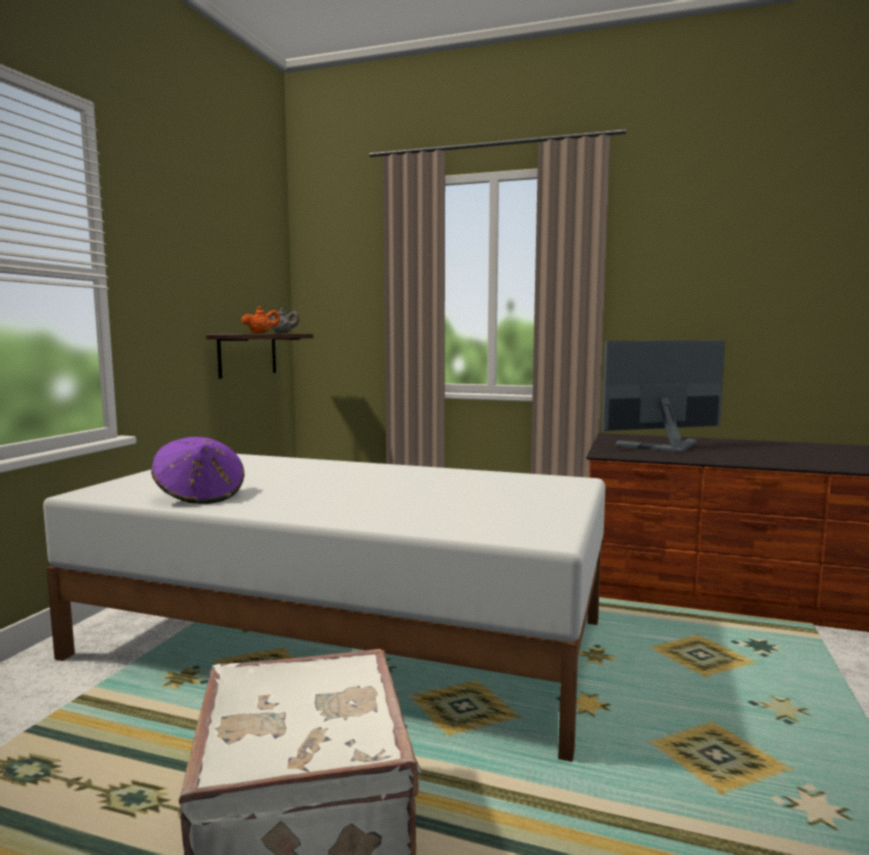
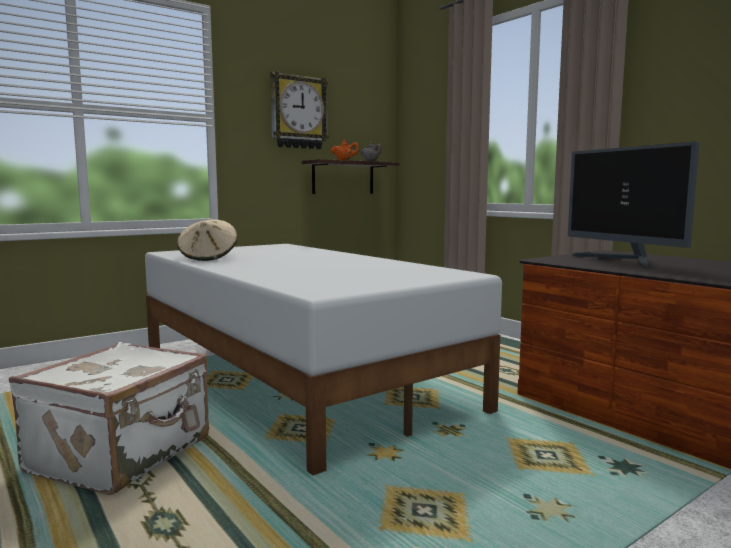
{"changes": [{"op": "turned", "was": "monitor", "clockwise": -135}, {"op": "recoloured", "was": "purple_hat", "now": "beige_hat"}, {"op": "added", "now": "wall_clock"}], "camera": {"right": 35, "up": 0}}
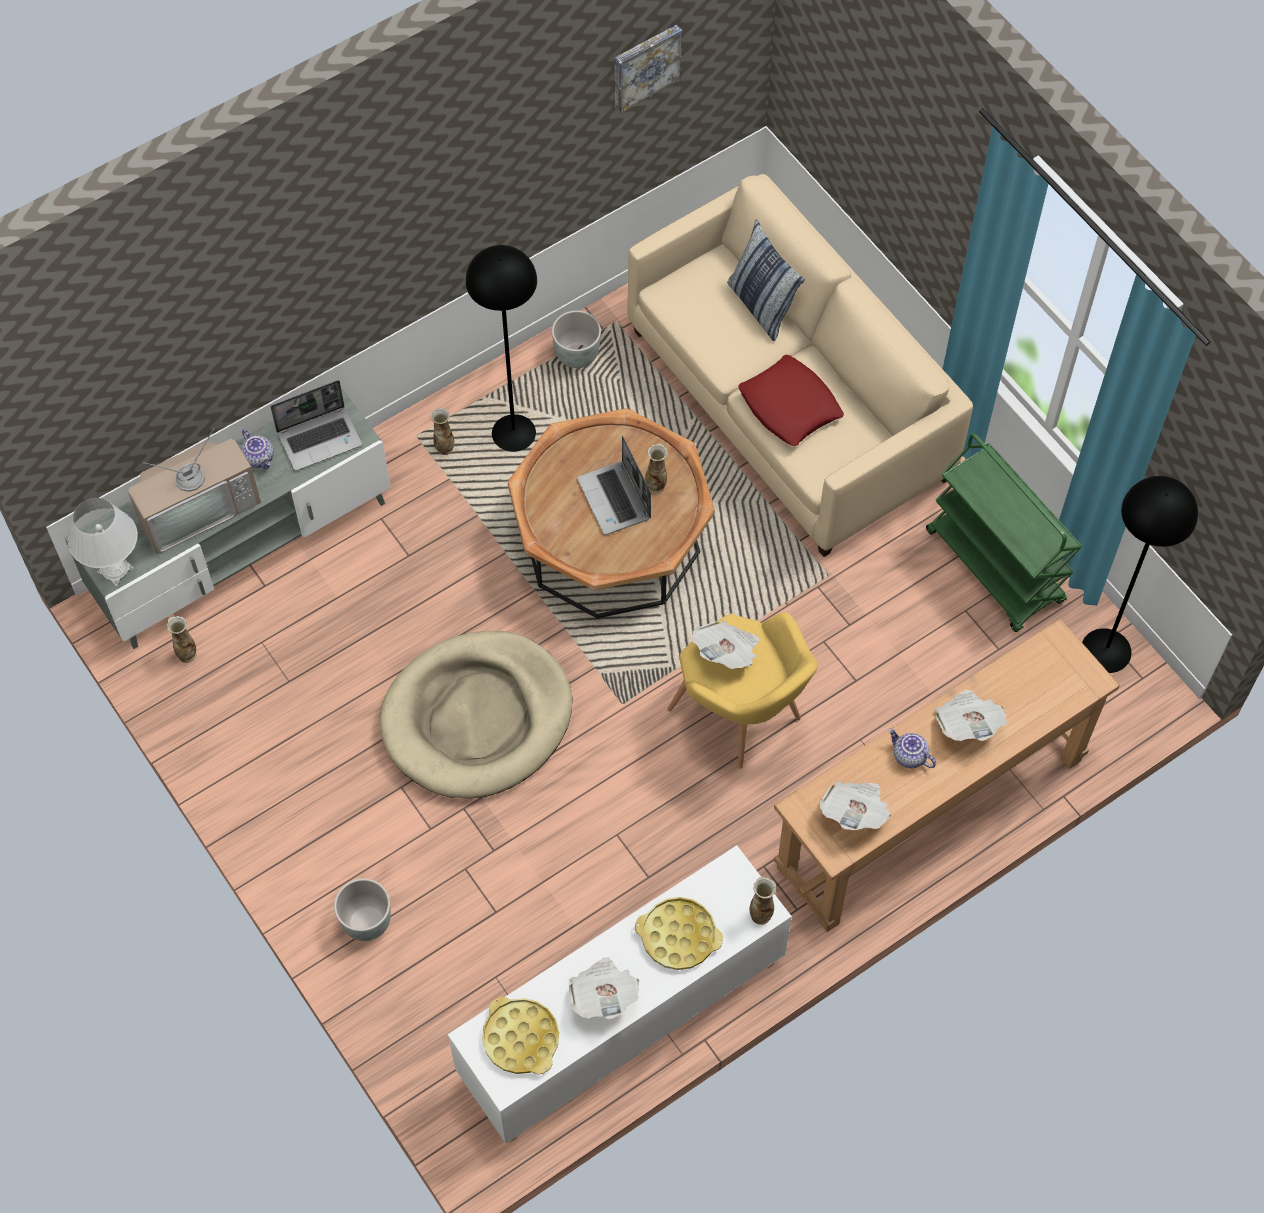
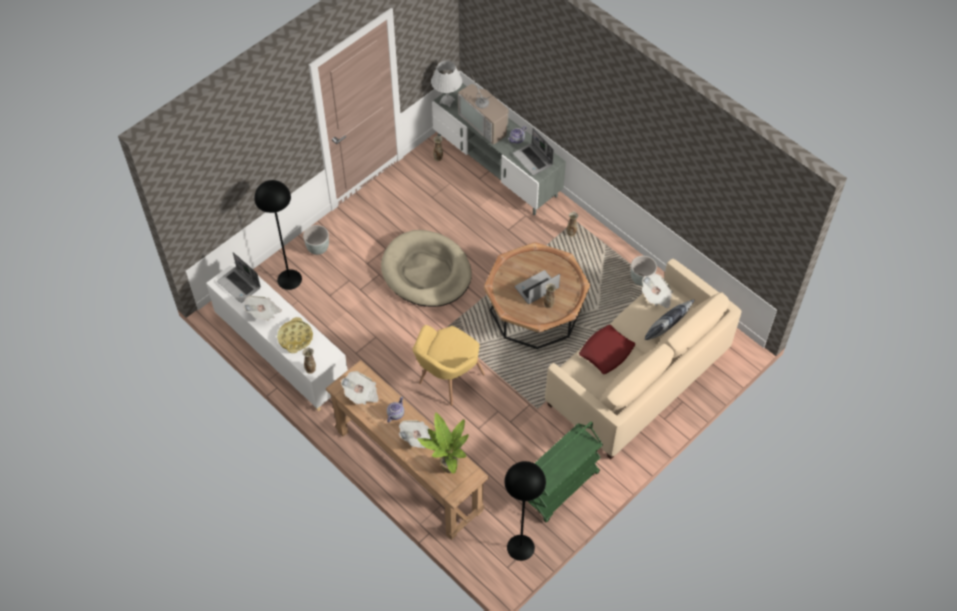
{"changes": [{"op": "removed", "was": "picture"}, {"op": "moved", "was": "black_floor_lamp (1st from left)"}, {"op": "moved", "was": "newspaper (2nd from left in the first image)", "now": "newspaper (4th from left)"}, {"op": "replaced", "was": "yellow_tray (1st from left)", "now": "laptop (1st from left)"}, {"op": "added", "now": "potted_plant"}], "camera": {"right": 80, "up": -5}}
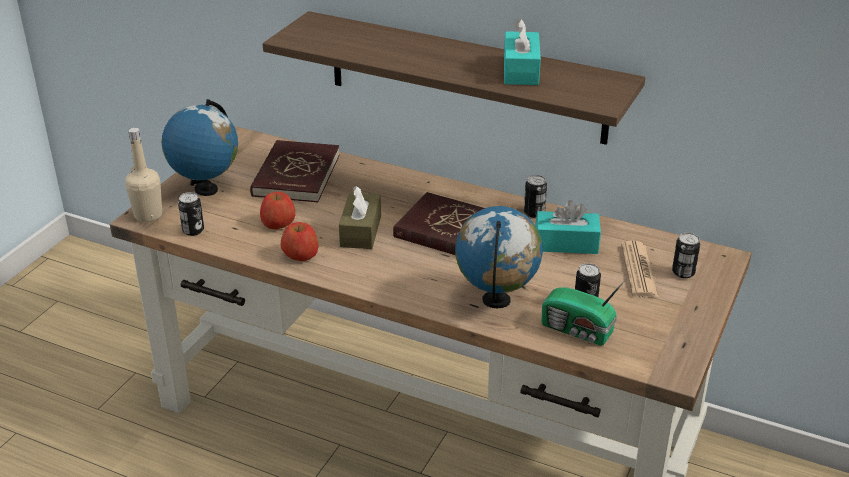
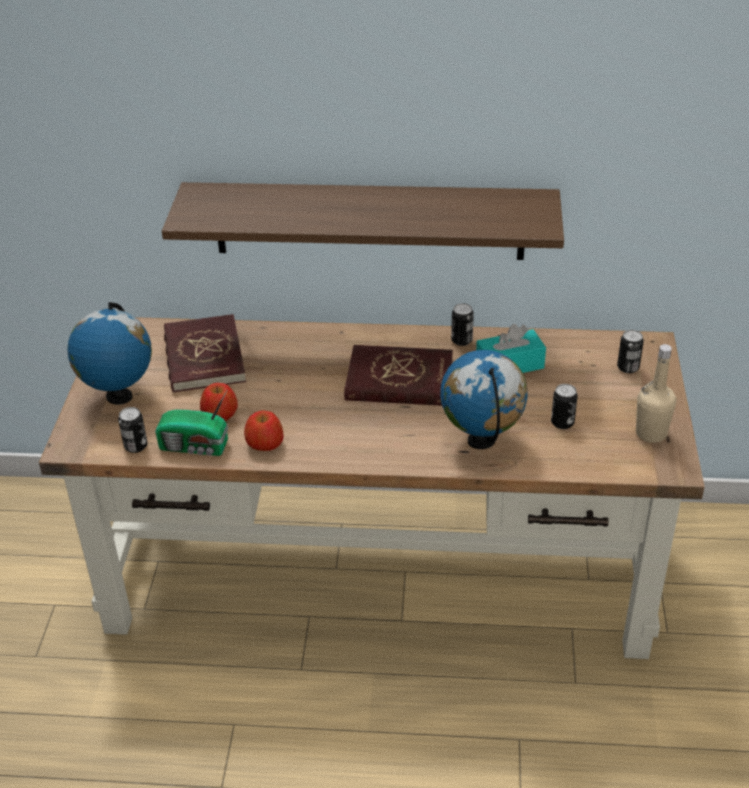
{"changes": [{"op": "removed", "was": "turquoise_tissue_box (1st from left)"}, {"op": "moved", "was": "beige_bottle"}, {"op": "removed", "was": "brown_tissue_box"}, {"op": "removed", "was": "newspaper"}, {"op": "moved", "was": "radio"}], "camera": {"right": -20, "up": 5}}
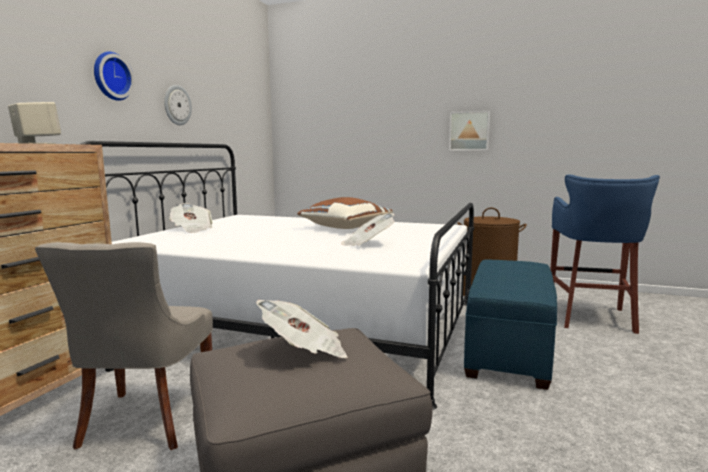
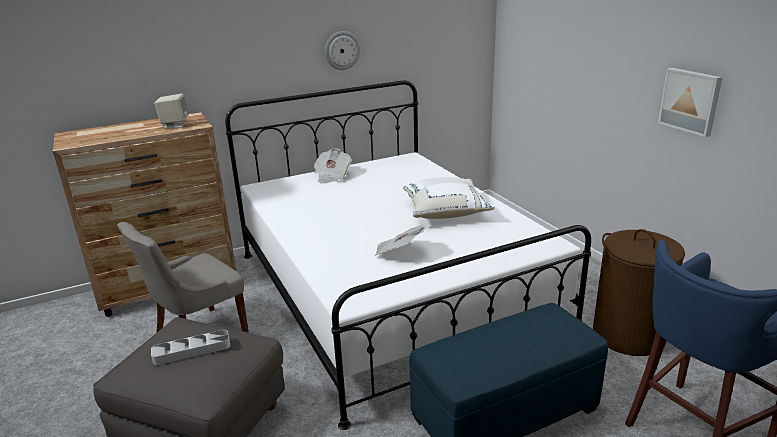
{"changes": [{"op": "removed", "was": "wall_clock (1st from left)"}, {"op": "recoloured", "was": "brown_pillow", "now": "white_pillow"}, {"op": "replaced", "was": "newspaper (2nd from left)", "now": "grey_tray"}], "camera": {"right": 45, "up": 15}}
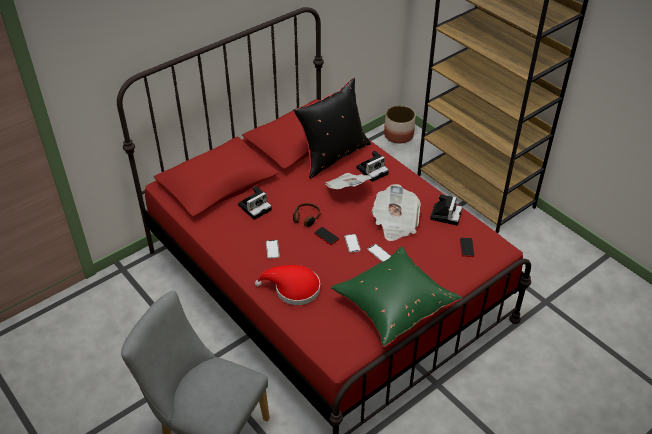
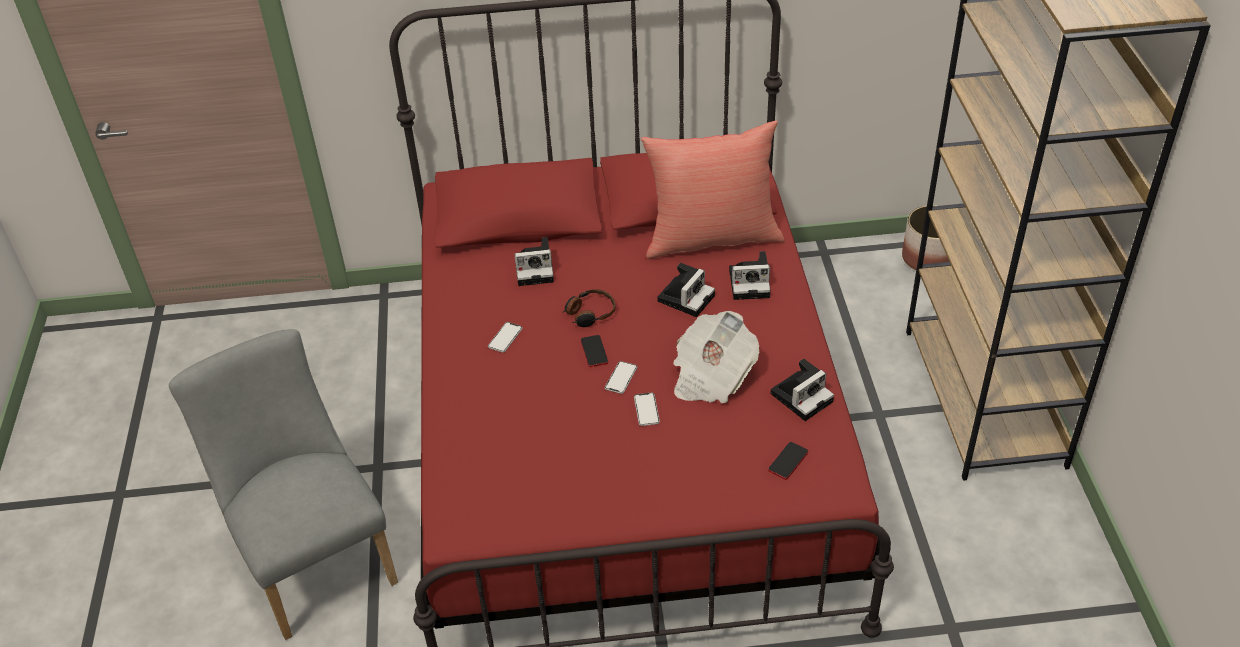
{"changes": [{"op": "recoloured", "was": "black_pillow", "now": "red_pillow"}, {"op": "replaced", "was": "newspaper (1st from left)", "now": "photo_camera (2nd from left)"}, {"op": "removed", "was": "green_pillow"}, {"op": "removed", "was": "red_hat"}], "camera": {"right": 35, "up": 0}}
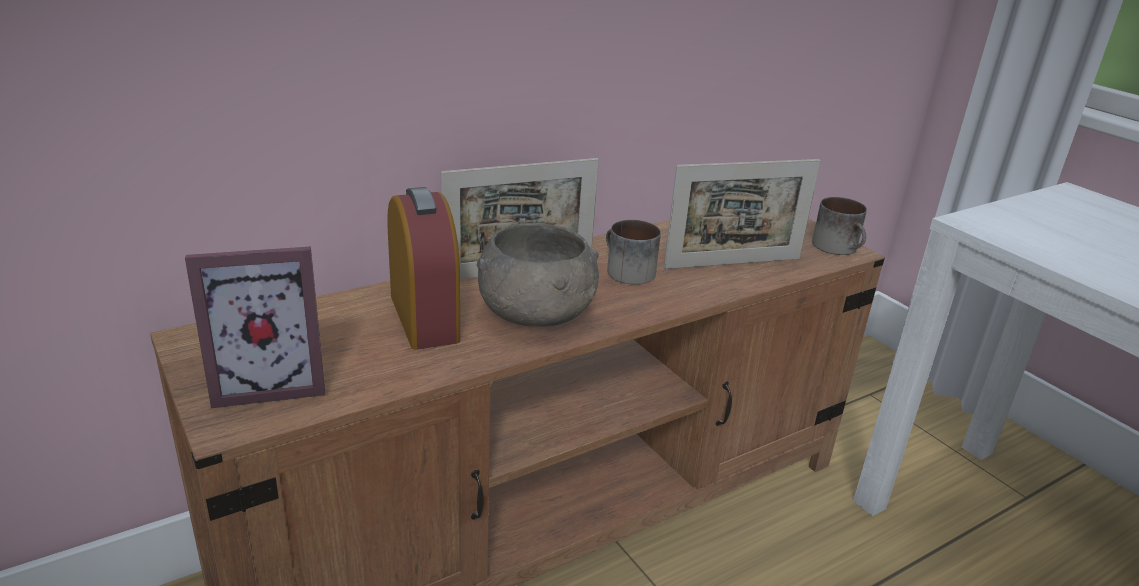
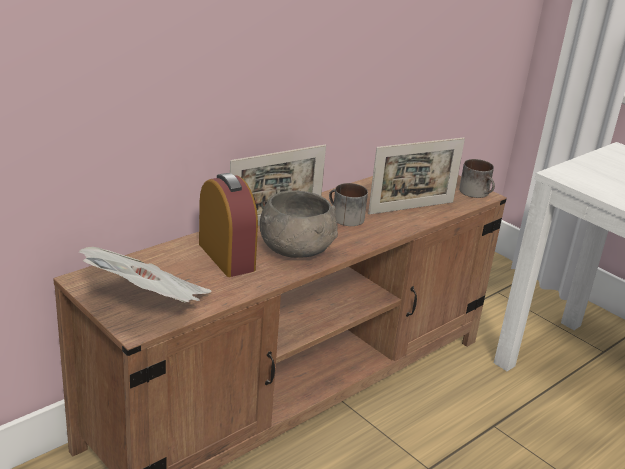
{"changes": [{"op": "replaced", "was": "picture_frame (1st from left)", "now": "newspaper"}], "camera": {"right": -10, "up": 0}}
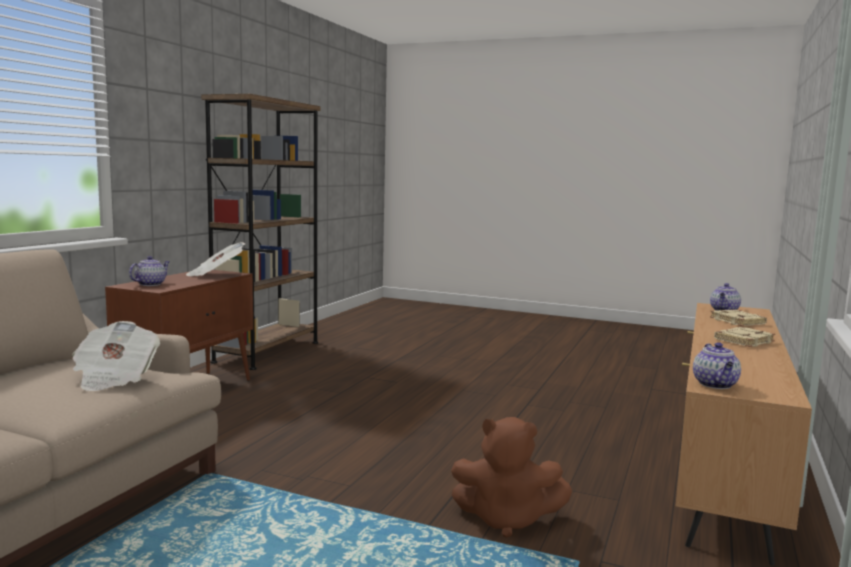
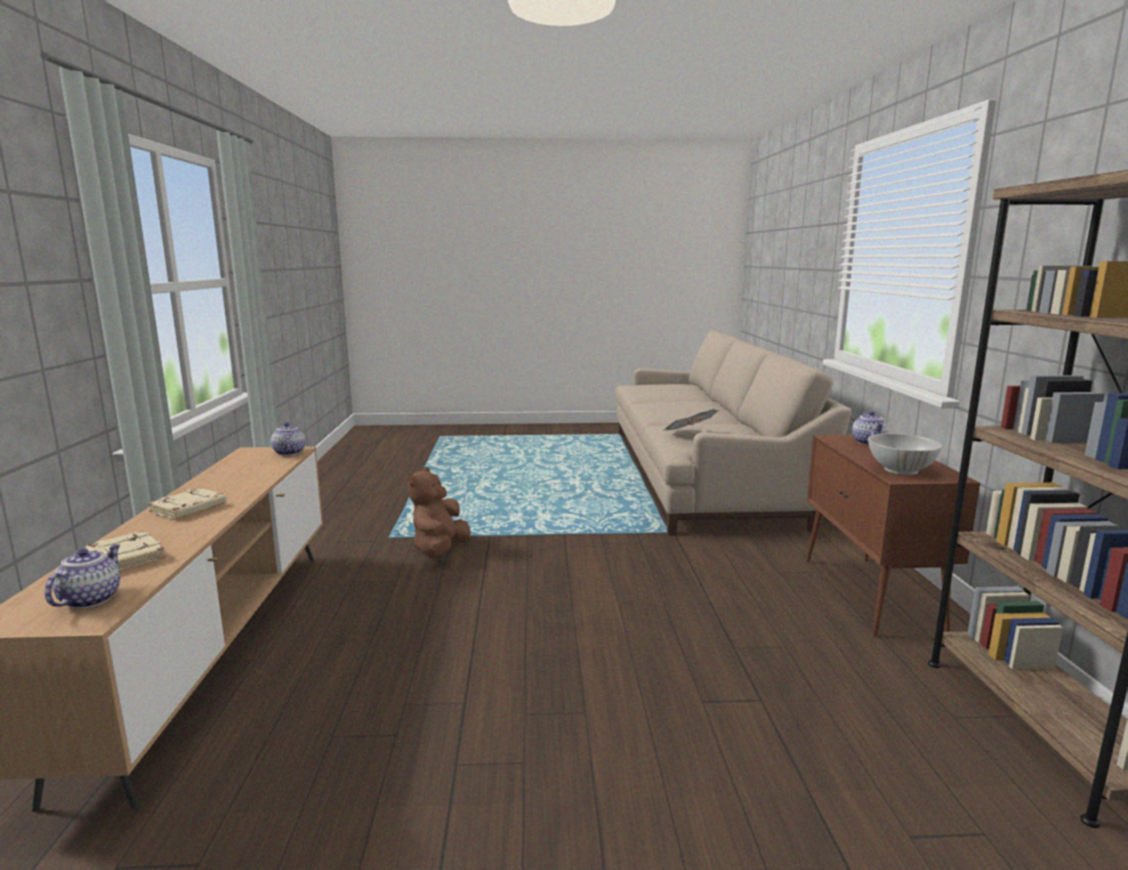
{"changes": [{"op": "replaced", "was": "newspaper (2nd from left)", "now": "white_bowl"}, {"op": "turned", "was": "brown_plush_toy", "clockwise": -60}], "camera": {"right": 155, "up": 5}}
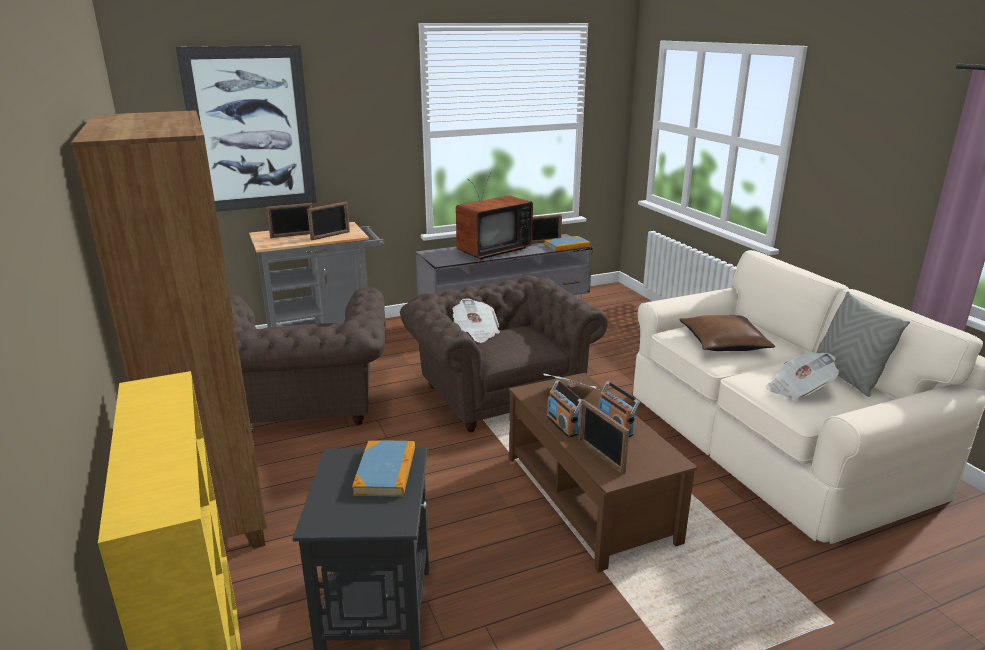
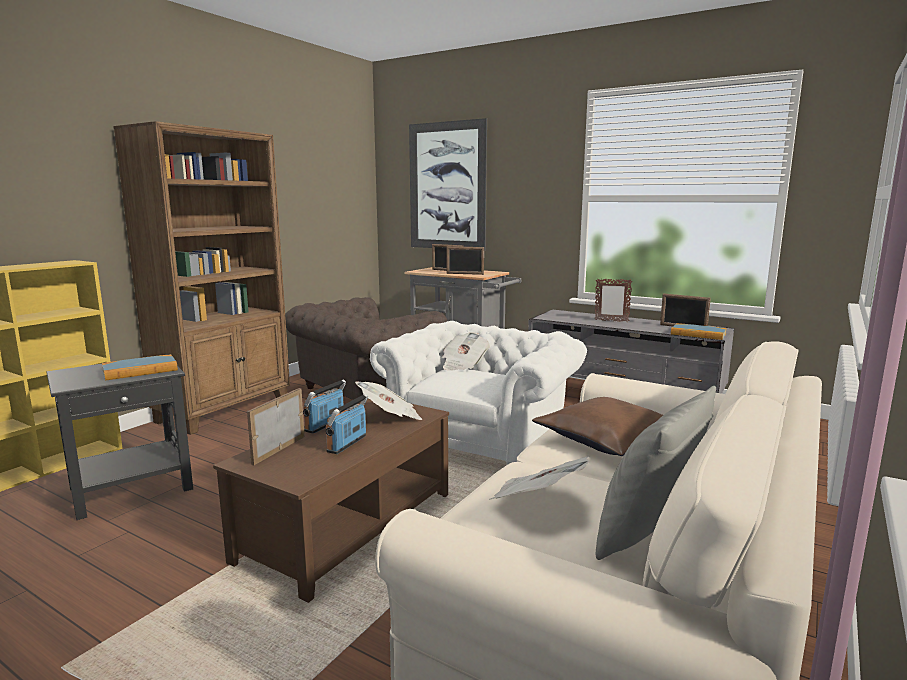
{"changes": [{"op": "replaced", "was": "television", "now": "picture_frame (4th from left)"}, {"op": "recoloured", "was": "brown_armchair (2nd from left)", "now": "white_armchair"}], "camera": {"right": 55, "up": -10}}
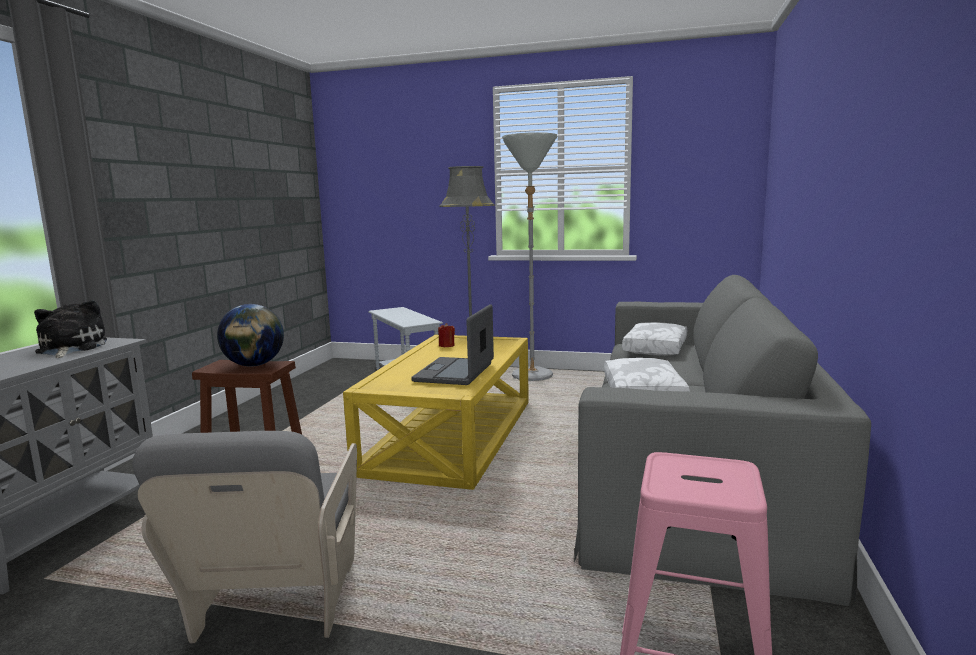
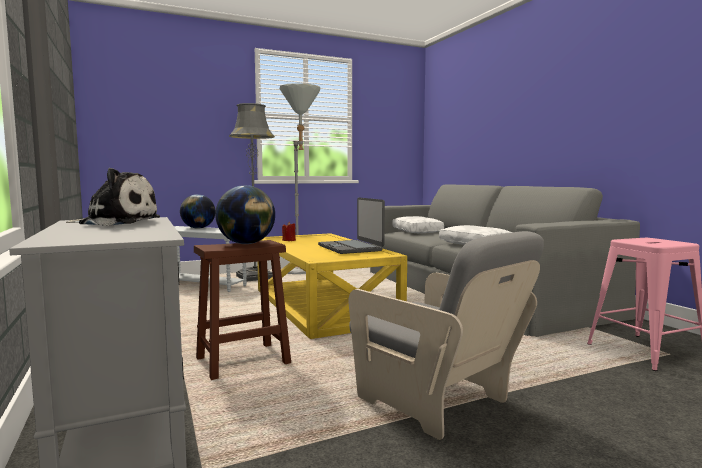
{"changes": [{"op": "turned", "was": "plush_toy", "clockwise": 150}, {"op": "added", "now": "globe (1st from left)"}], "camera": {"right": -40, "up": -5}}
